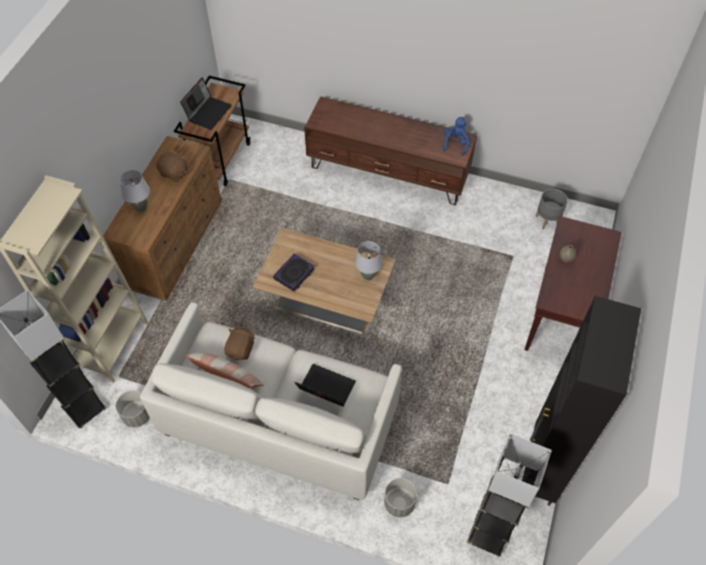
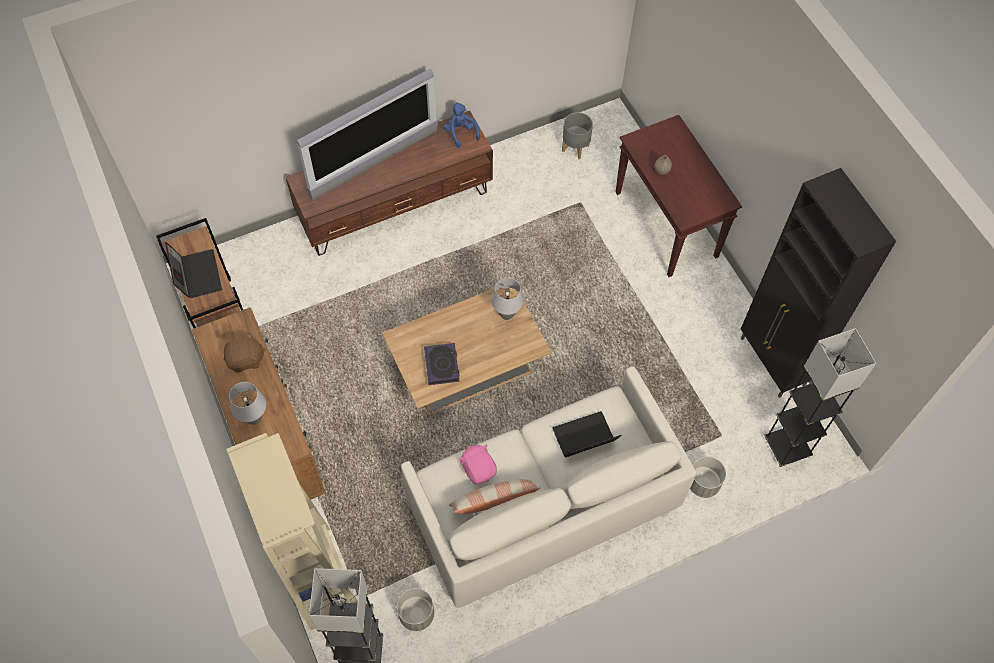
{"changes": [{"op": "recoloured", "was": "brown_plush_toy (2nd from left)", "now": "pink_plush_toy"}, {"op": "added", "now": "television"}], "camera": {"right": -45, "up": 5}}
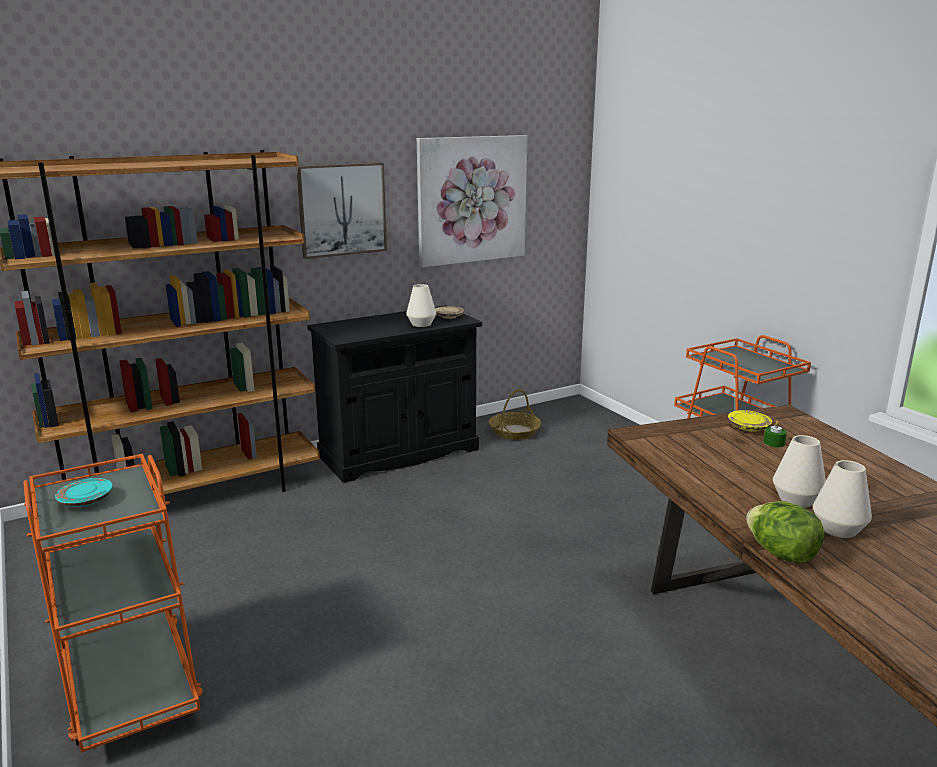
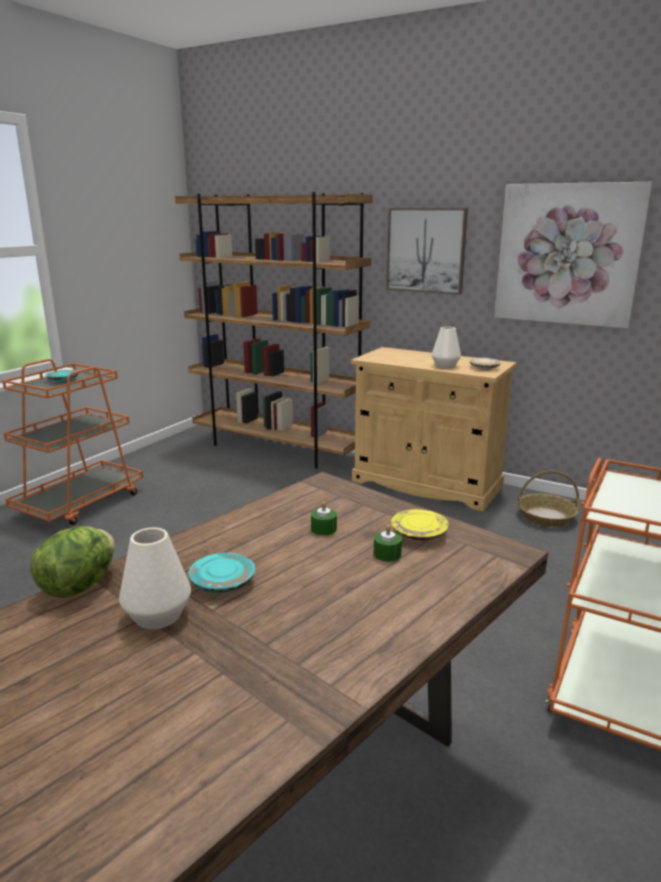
{"changes": [{"op": "recoloured", "was": "black_cabinet", "now": "beige_cabinet"}, {"op": "replaced", "was": "white_vase (2nd from left)", "now": "turquoise_plate (2nd from left)"}, {"op": "added", "now": "green_candle (1st from left)"}], "camera": {"right": 60, "up": 0}}
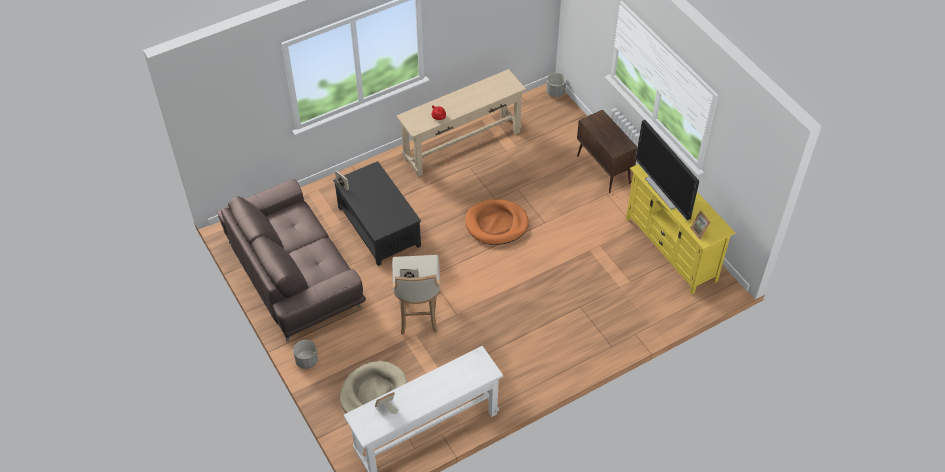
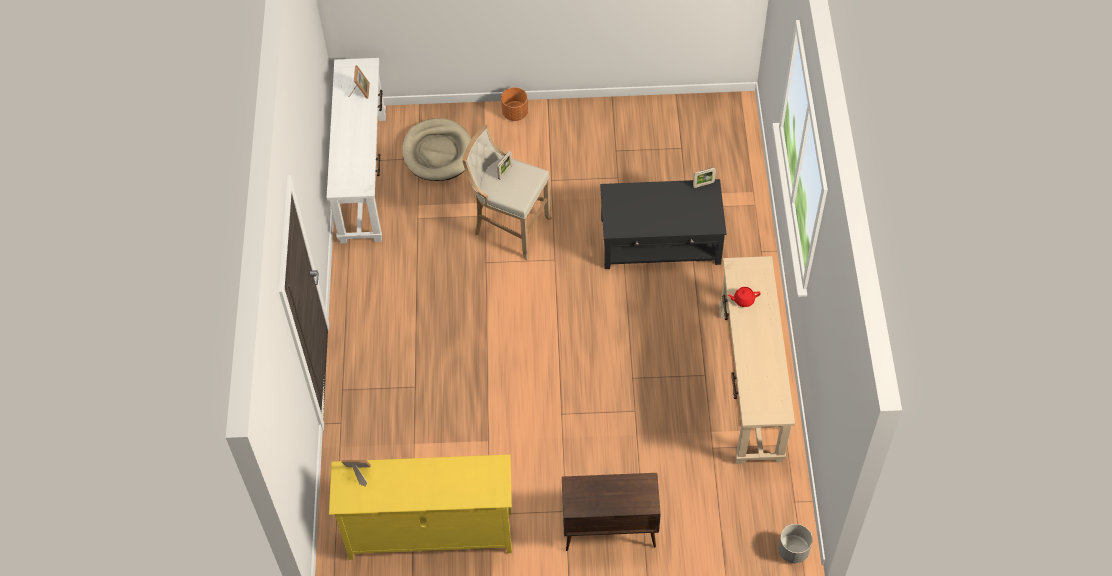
{"changes": [{"op": "removed", "was": "television"}, {"op": "removed", "was": "brown_sofa"}, {"op": "removed", "was": "orange_dog_bed"}, {"op": "recoloured", "was": "grey_planter (1st from left)", "now": "orange_planter"}], "camera": {"right": 120, "up": 5}}
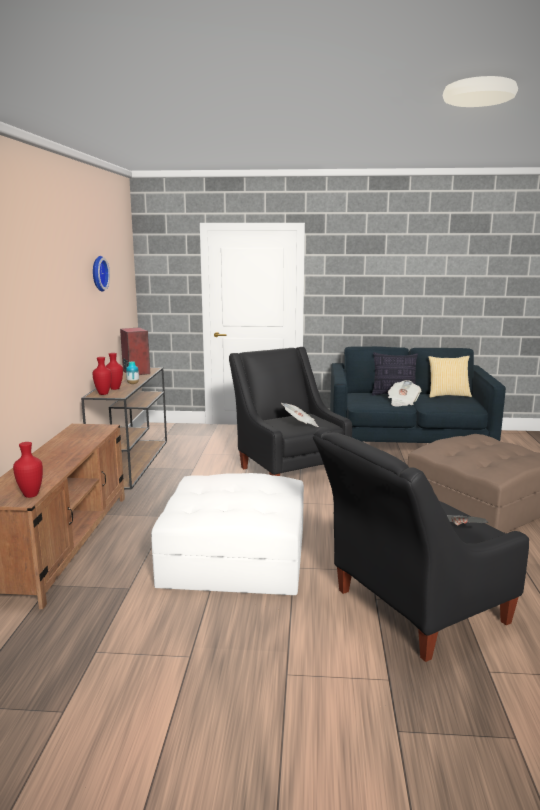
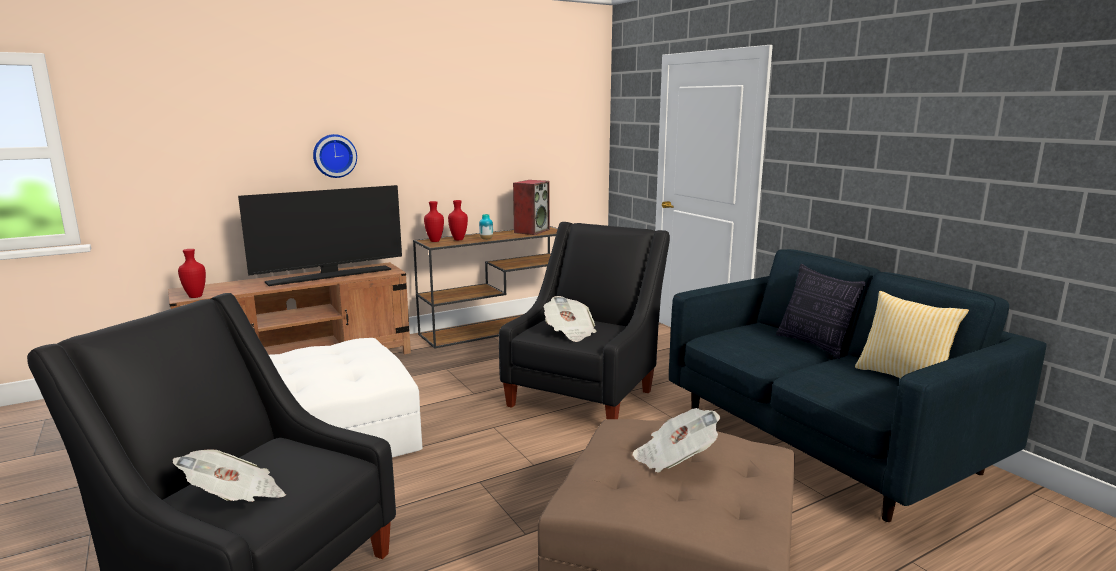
{"changes": [{"op": "moved", "was": "wall_clock"}, {"op": "moved", "was": "newspaper (2nd from left in the first image)", "now": "newspaper (3rd from left)"}, {"op": "added", "now": "television"}], "camera": {"right": 55, "up": 0}}
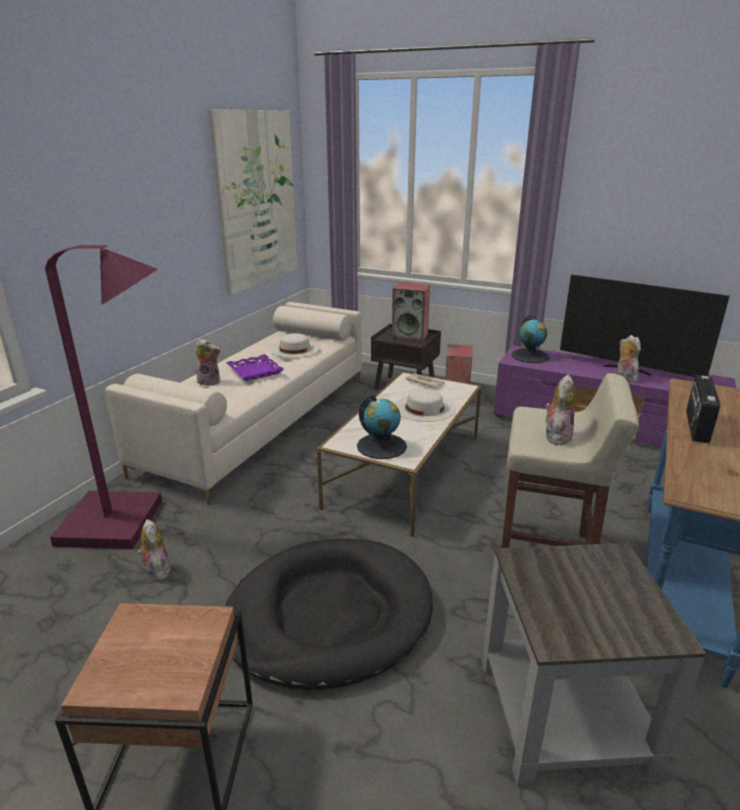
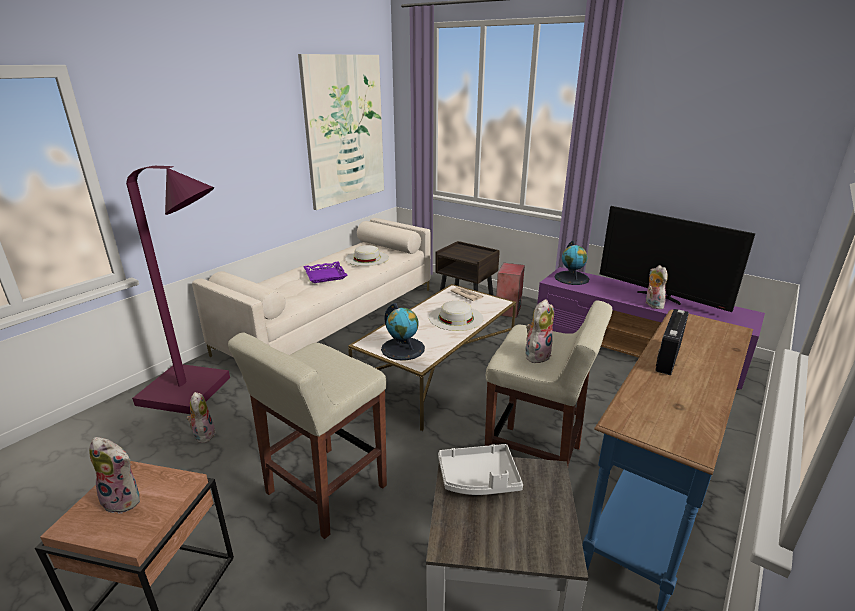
{"changes": [{"op": "removed", "was": "speaker (1st from left)"}, {"op": "moved", "was": "plush_toy (2nd from left in the first image)", "now": "plush_toy (1st from left)"}, {"op": "replaced", "was": "black_dog_bed", "now": "beige_stool (1st from left)"}, {"op": "added", "now": "grey_tray"}], "camera": {"right": 10, "up": 0}}
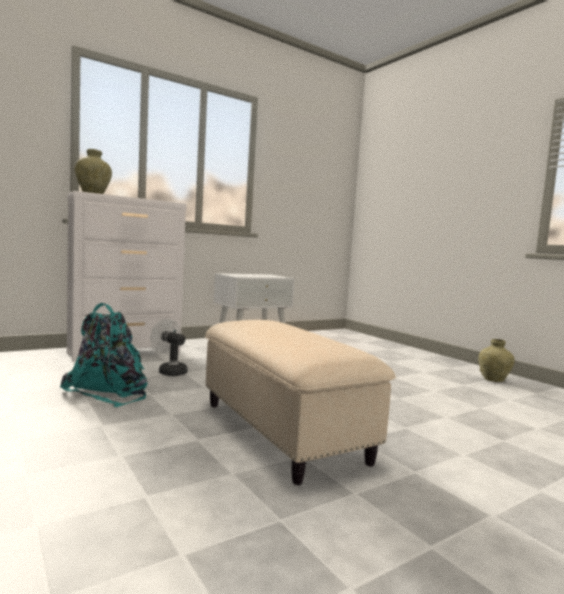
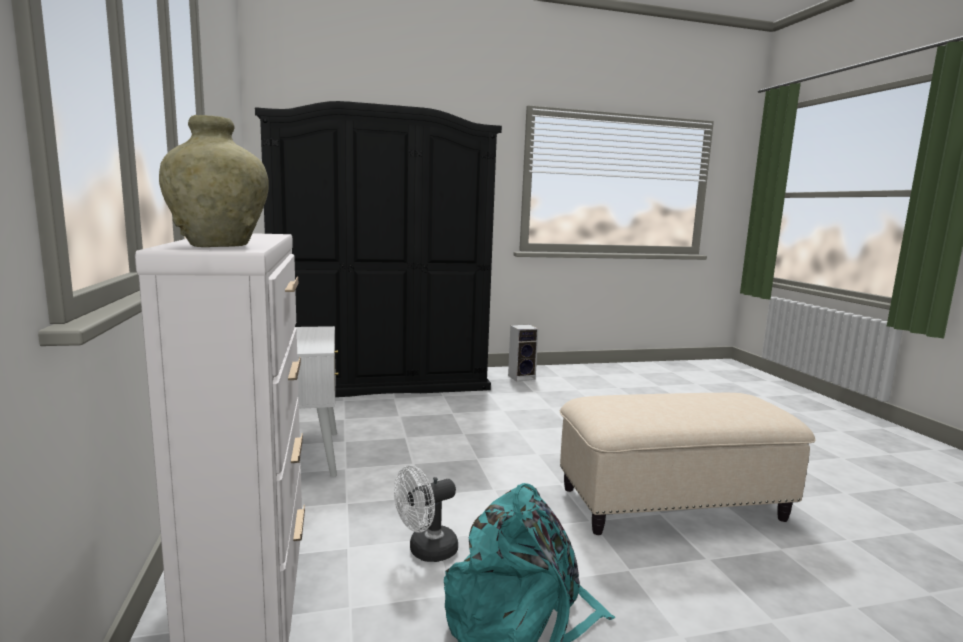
{"changes": [{"op": "replaced", "was": "beige_vase (2nd from left)", "now": "speaker"}, {"op": "added", "now": "black_wardrobe"}], "camera": {"right": -70, "up": 5}}
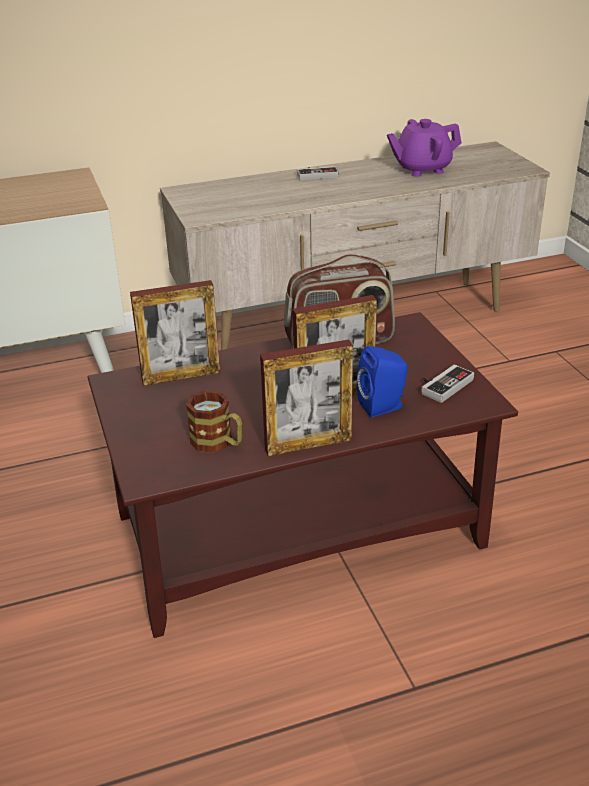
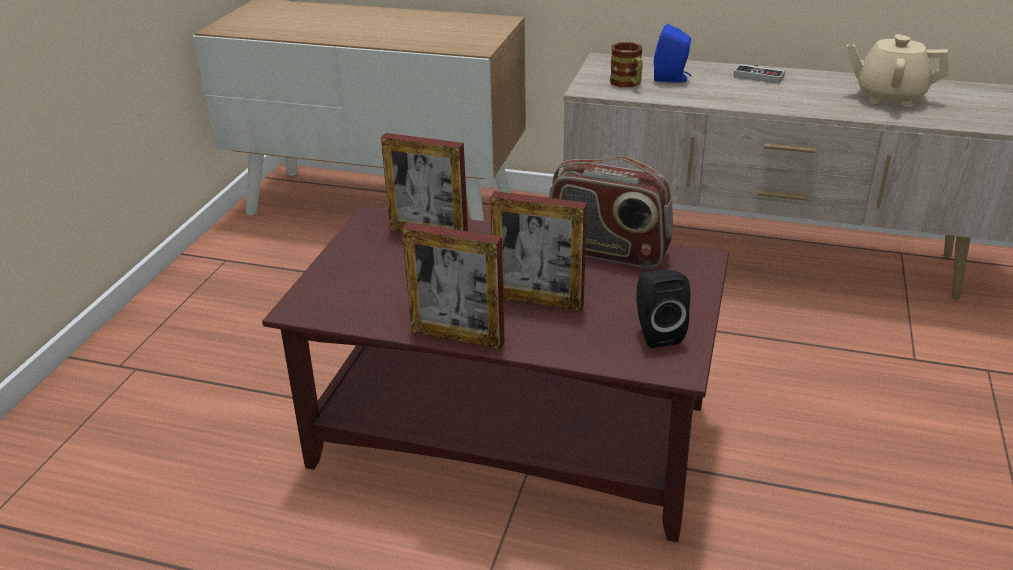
{"changes": [{"op": "recoloured", "was": "purple_teapot", "now": "beige_teapot"}, {"op": "moved", "was": "blue_speaker"}, {"op": "replaced", "was": "game_controller (2nd from left)", "now": "black_speaker"}, {"op": "moved", "was": "mug"}], "camera": {"right": 35, "up": 0}}
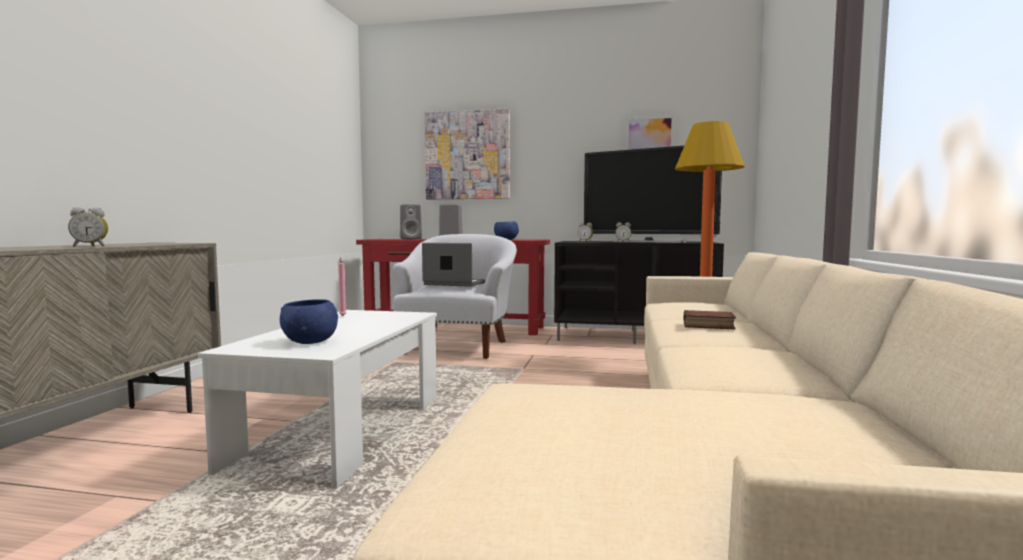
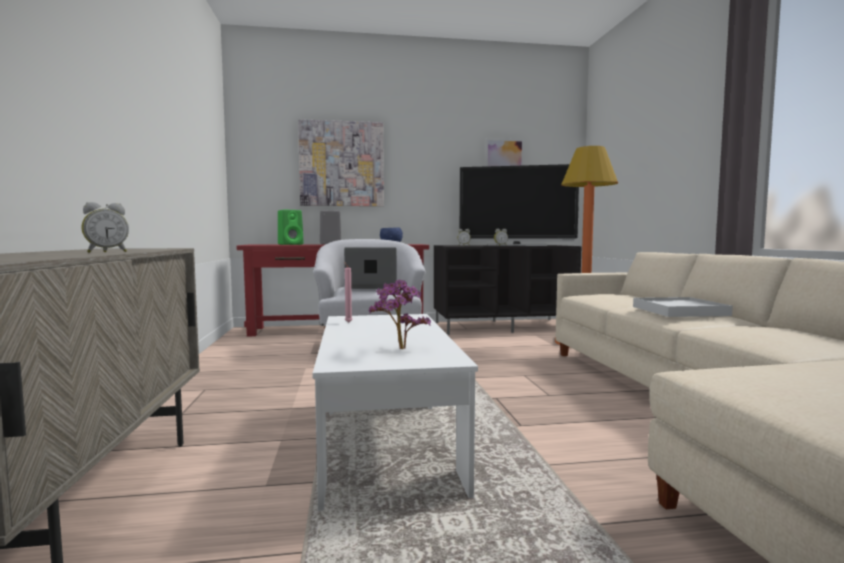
{"changes": [{"op": "recoloured", "was": "grey_speaker (1st from left)", "now": "green_speaker"}, {"op": "replaced", "was": "blue_bowl (1st from left)", "now": "potted_plant"}, {"op": "replaced", "was": "book", "now": "white_tray"}], "camera": {"right": -20, "up": 0}}
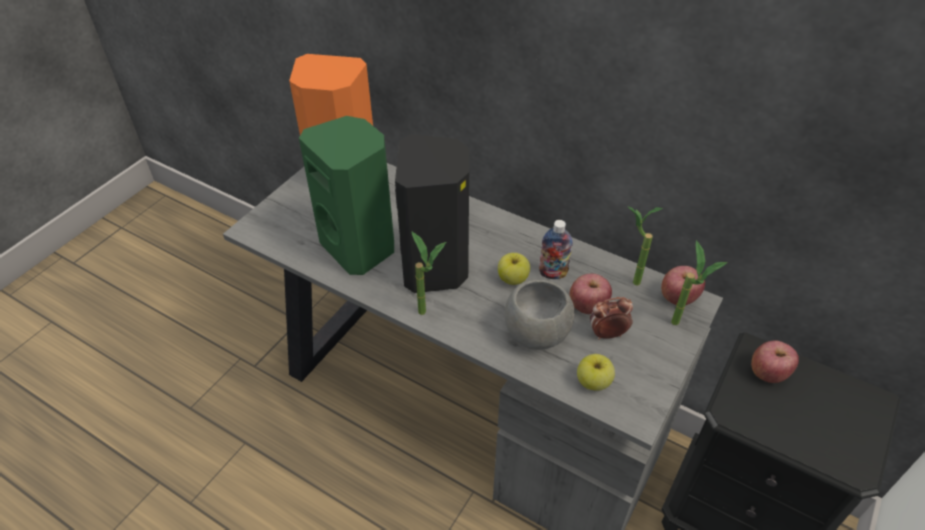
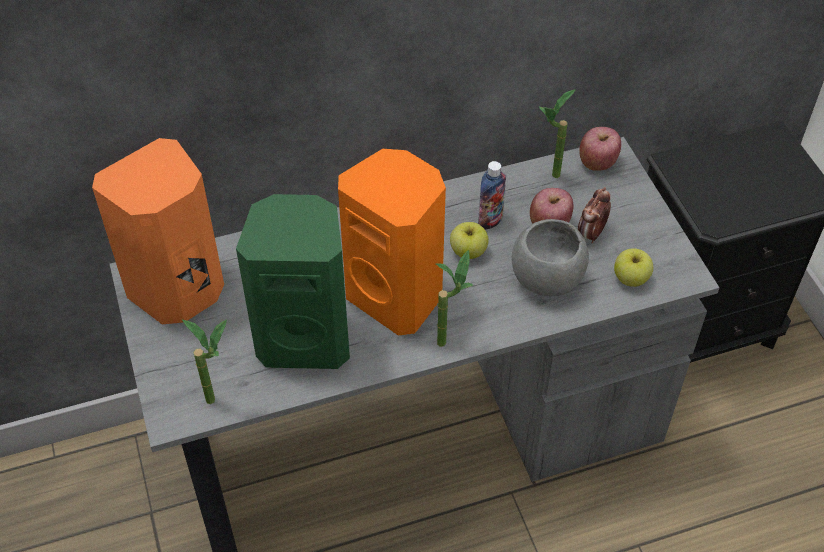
{"changes": [{"op": "recoloured", "was": "black_speaker", "now": "orange_speaker (2nd from left)"}, {"op": "moved", "was": "potted_plant (3rd from left in the first image)", "now": "potted_plant (1st from left)"}, {"op": "removed", "was": "apple (5th from left)"}], "camera": {"right": -50, "up": 5}}
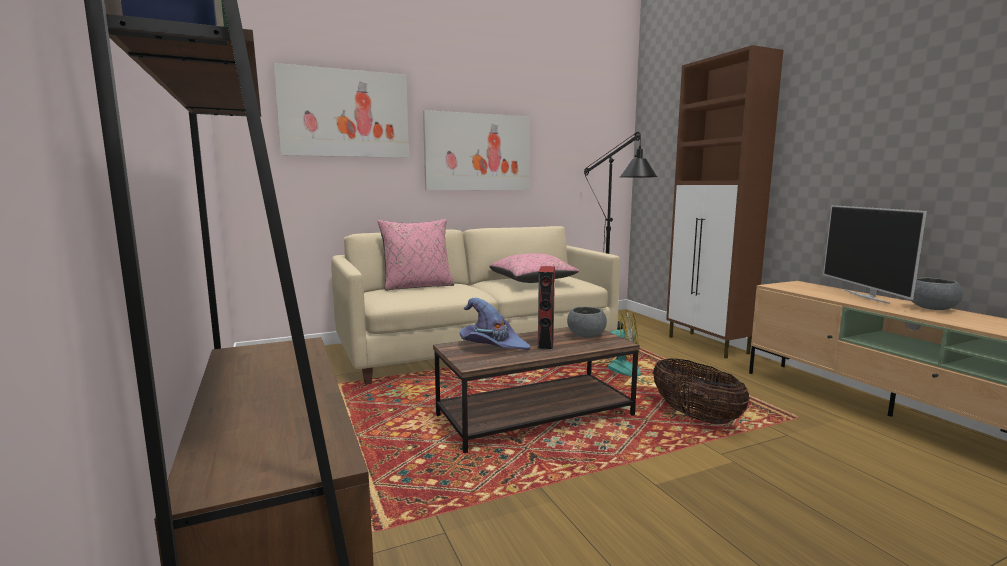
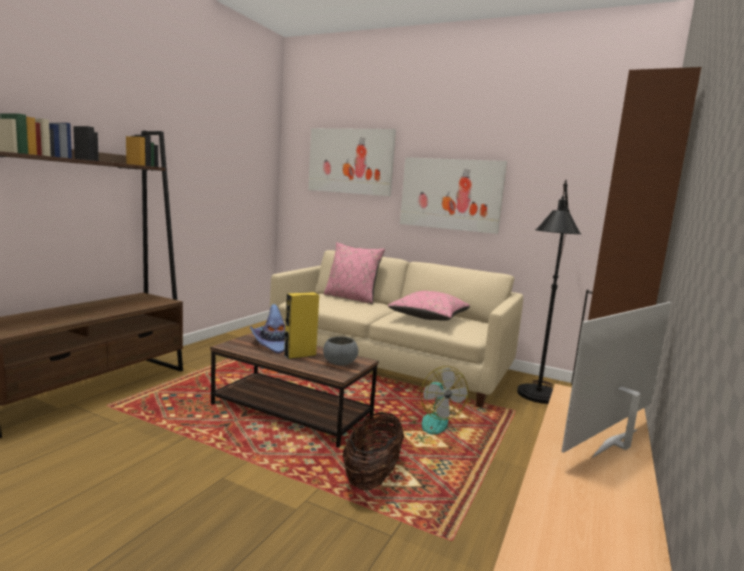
{"changes": [{"op": "recoloured", "was": "red_speaker", "now": "yellow_speaker"}, {"op": "removed", "was": "grey_bowl (2nd from left)"}], "camera": {"right": 50, "up": 0}}
